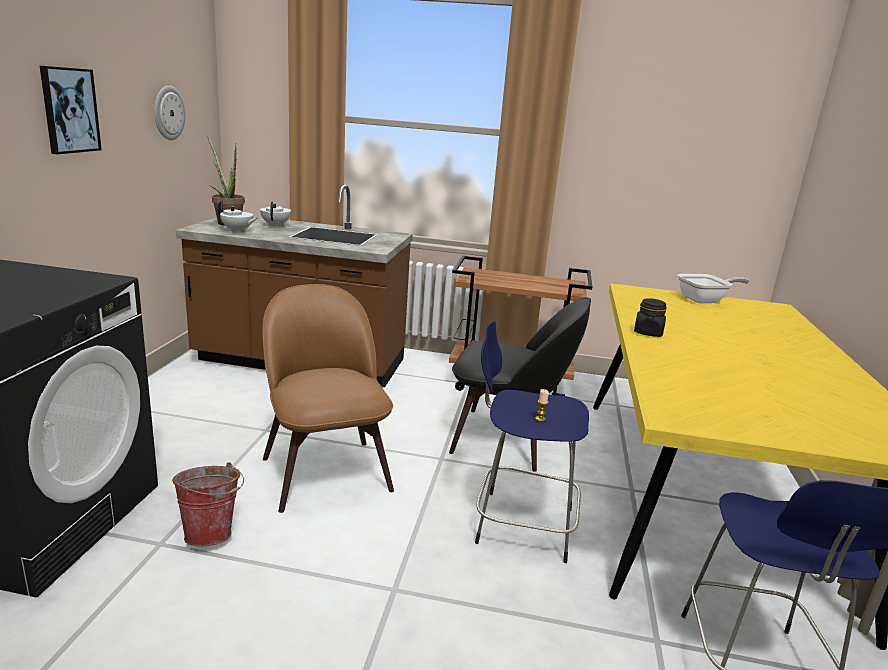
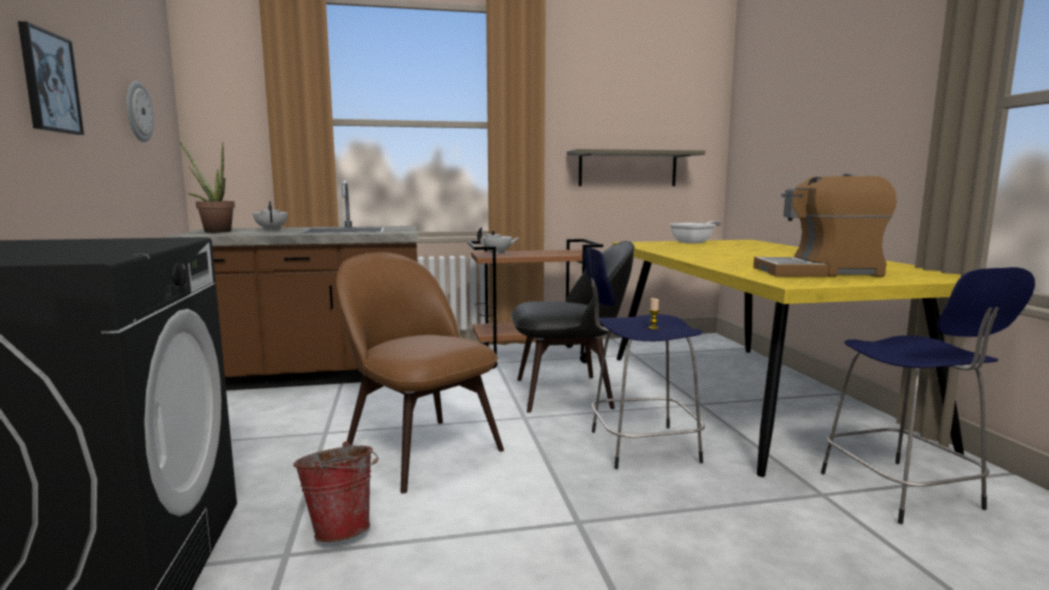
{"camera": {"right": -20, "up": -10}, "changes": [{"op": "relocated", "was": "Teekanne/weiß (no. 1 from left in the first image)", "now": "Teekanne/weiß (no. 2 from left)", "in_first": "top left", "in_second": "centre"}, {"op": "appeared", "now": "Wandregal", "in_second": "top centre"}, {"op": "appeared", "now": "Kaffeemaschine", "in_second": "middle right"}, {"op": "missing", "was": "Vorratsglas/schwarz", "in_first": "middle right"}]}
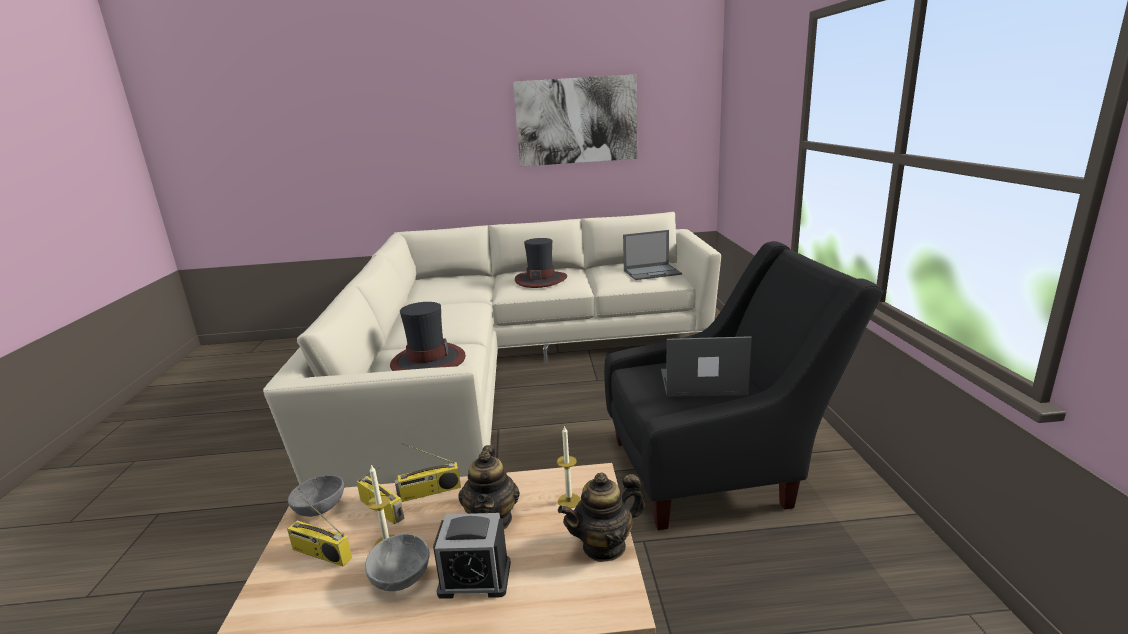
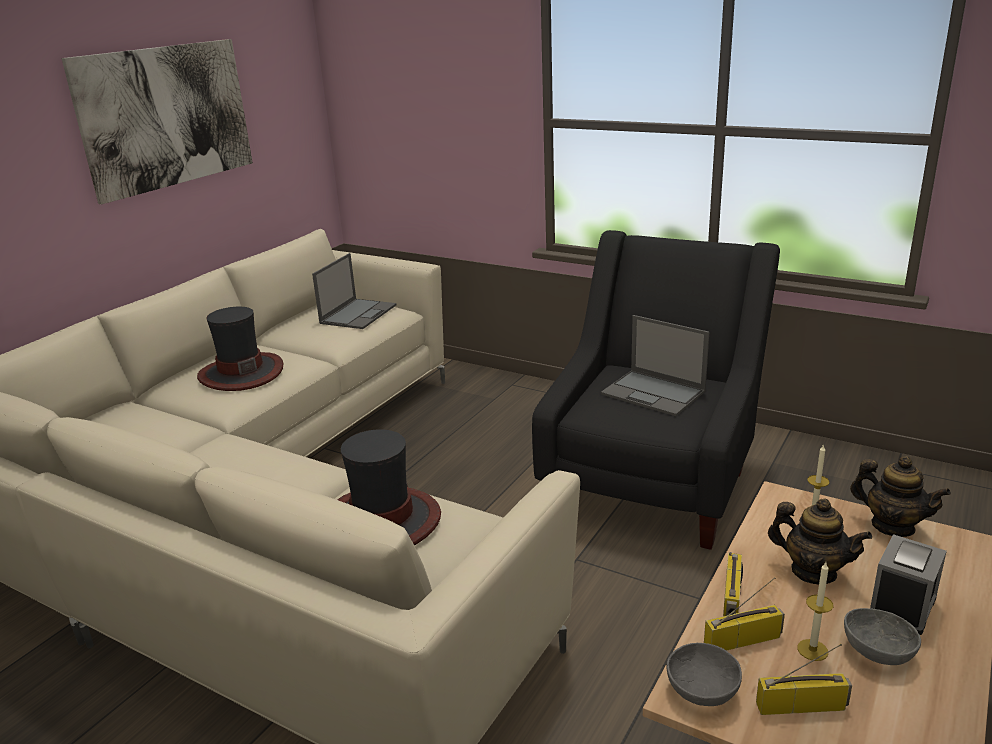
{"camera": {"right": -55, "up": 5}, "changes": [{"op": "spun", "was": "Laptop (no. 2 from left)", "in_first": "centre", "in_second": "centre", "clockwise": -90}, {"op": "spun", "was": "Radio (no. 1 from left in the first image)", "in_first": "bottom left", "in_second": "bottom right", "clockwise": -150}, {"op": "spun", "was": "Teekanne (no. 2 from left)", "in_first": "bottom centre", "in_second": "bottom right", "clockwise": -60}]}
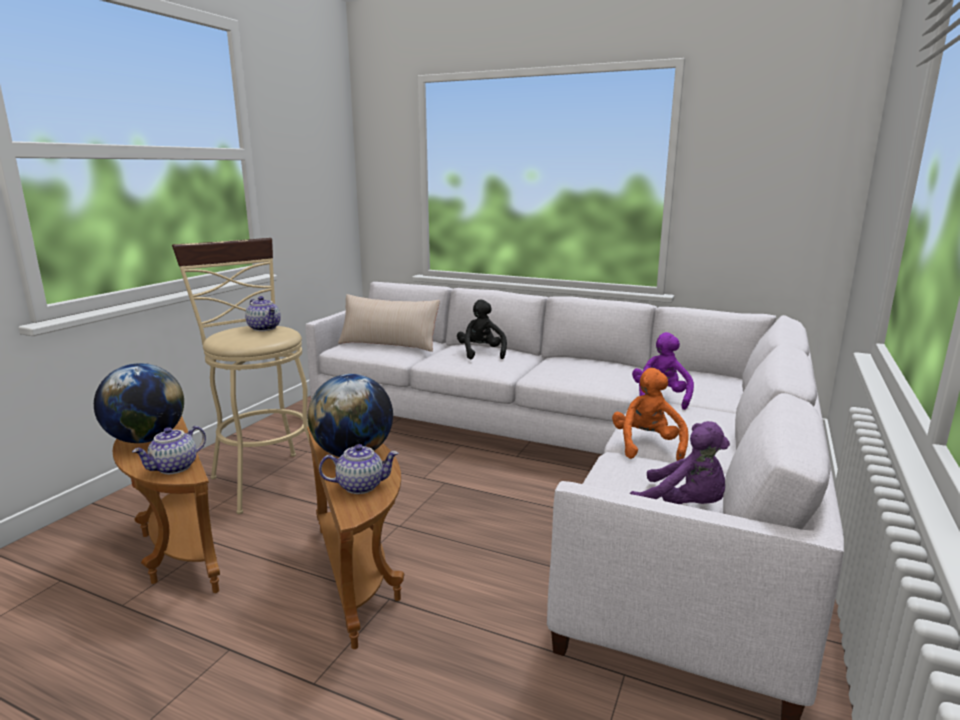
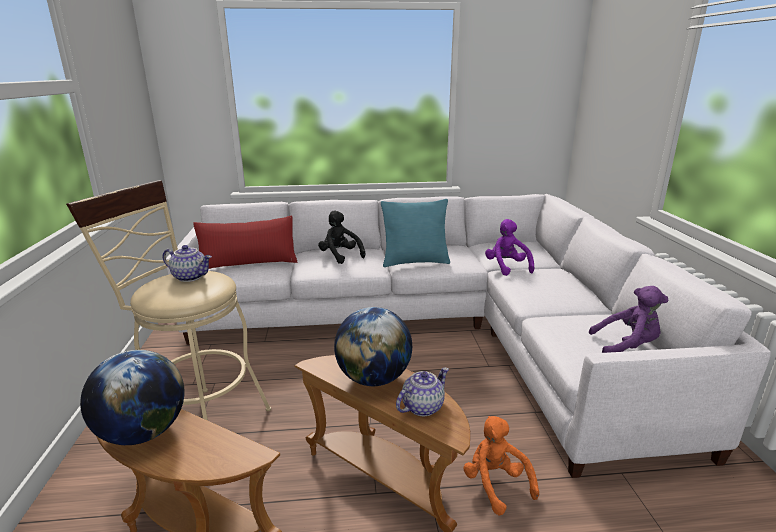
{"camera": {"right": -30, "up": 5}, "changes": [{"op": "colour", "was": "Kissen/beige", "now": "Kissen/rot", "in_first": "centre", "in_second": "middle left"}, {"op": "appeared", "now": "Kissen/türkis", "in_second": "centre"}, {"op": "relocated", "was": "Plüschtier/orange", "in_first": "middle right", "in_second": "bottom centre"}, {"op": "missing", "was": "Teekanne (no. 1 from left)", "in_first": "middle left"}]}
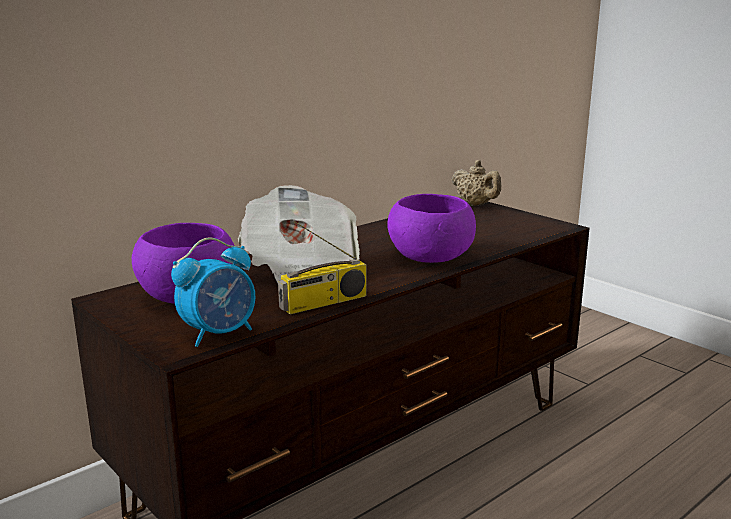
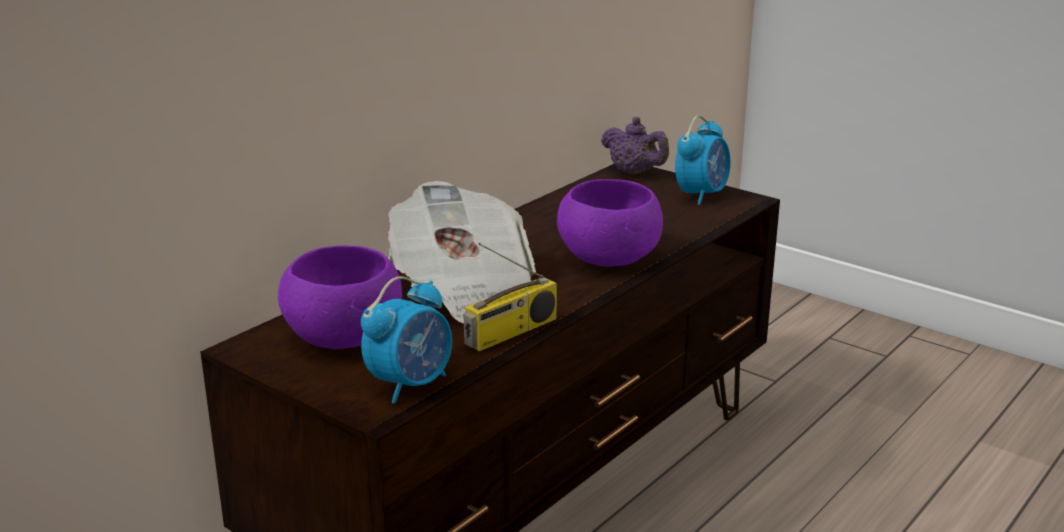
{"camera": {"right": -10, "up": 5}, "changes": [{"op": "colour", "was": "Teekanne/beige", "now": "Teekanne/lila", "in_first": "centre", "in_second": "top centre"}, {"op": "appeared", "now": "Wecker (no. 2 from left)", "in_second": "top centre"}]}
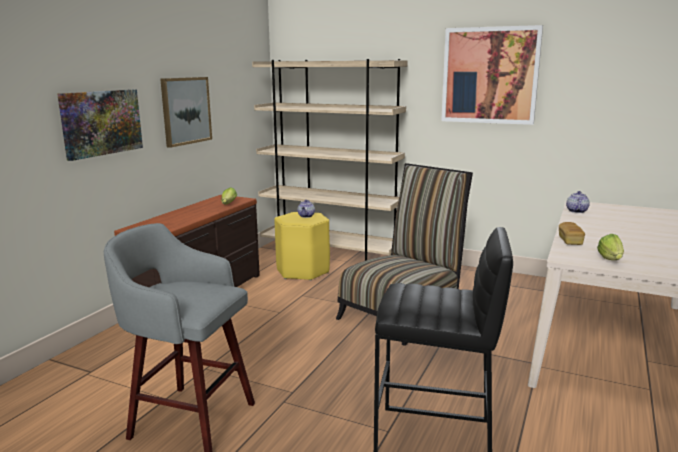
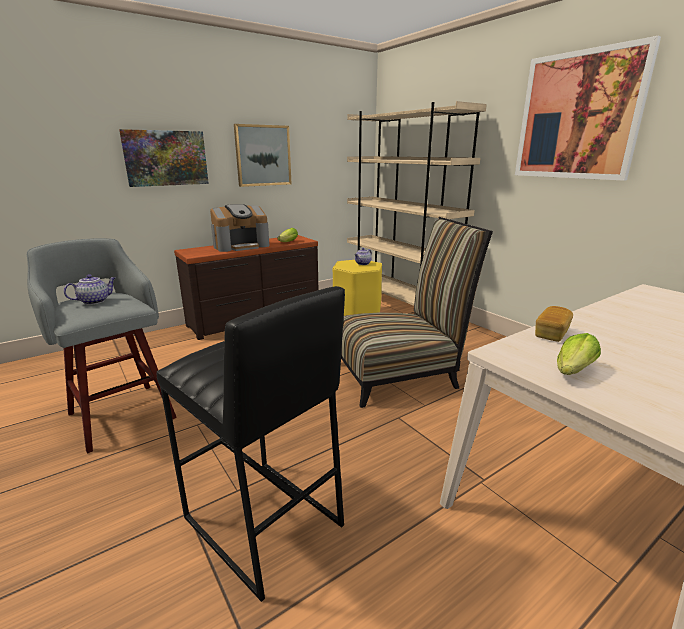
{"camera": {"right": 30, "up": 5}, "changes": [{"op": "relocated", "was": "Teekanne (no. 2 from left in the first image)", "now": "Teekanne (no. 1 from left)", "in_first": "middle right", "in_second": "middle left"}, {"op": "appeared", "now": "Kaffeemaschine", "in_second": "centre"}]}
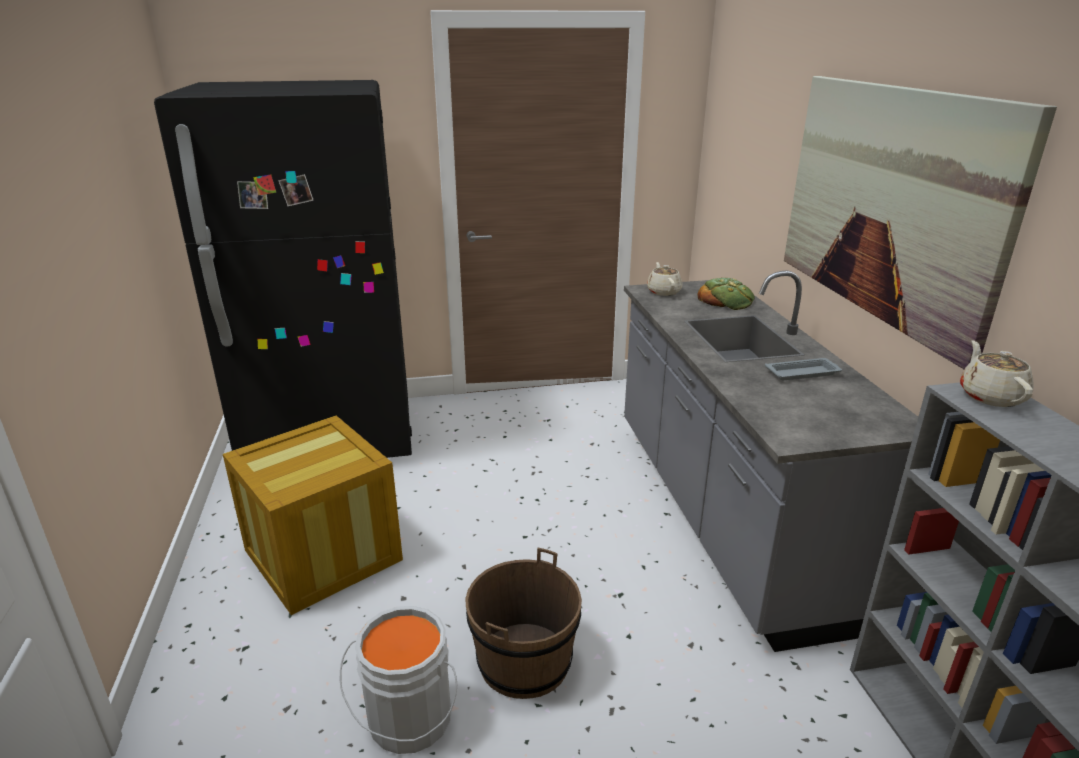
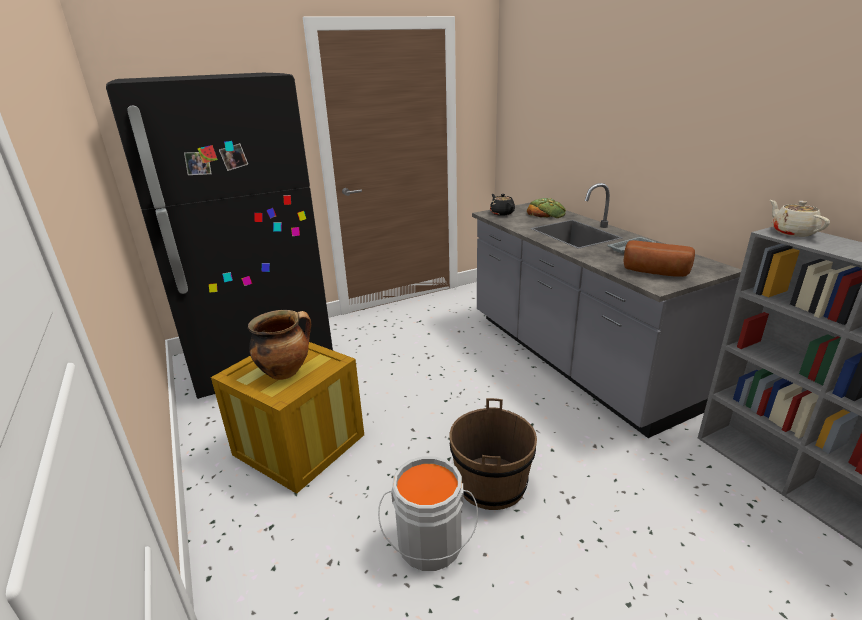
{"camera": {"right": -15, "up": 0}, "changes": [{"op": "appeared", "now": "Kochtopf", "in_second": "middle left"}, {"op": "colour", "was": "Teekanne/beige (no. 1 from left)", "now": "Teekanne/schwarz", "in_first": "centre", "in_second": "top centre"}, {"op": "appeared", "now": "Brot (no. 2 from left)", "in_second": "middle right"}, {"op": "missing", "was": "Bild", "in_first": "top right"}]}
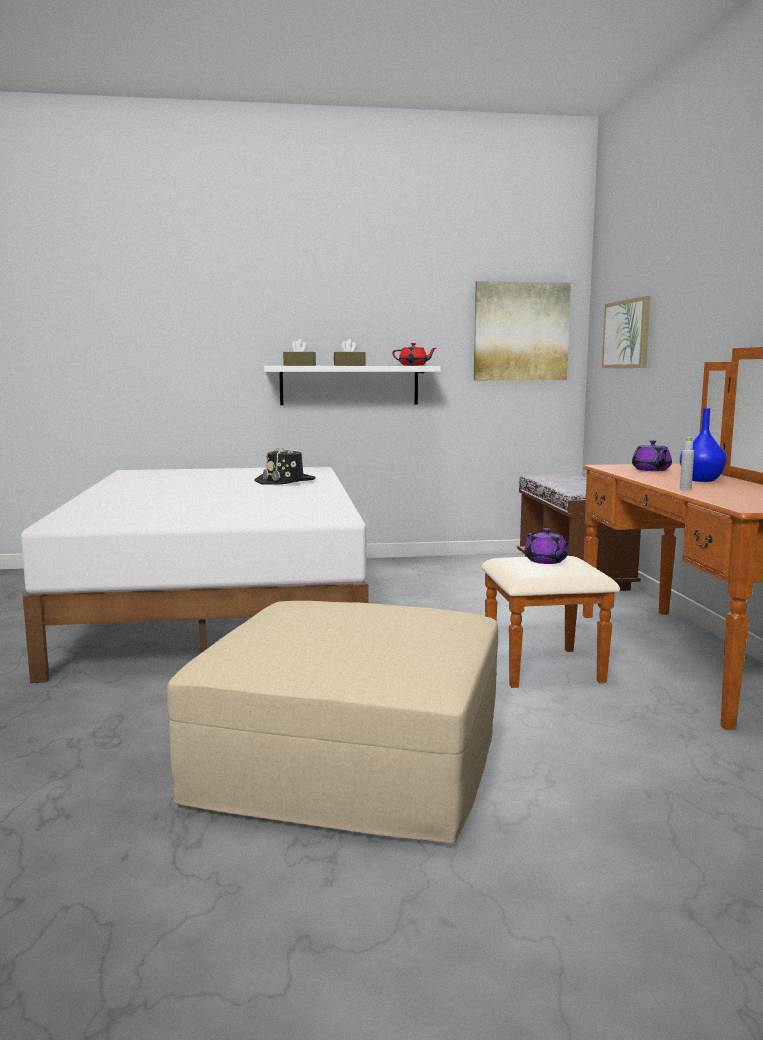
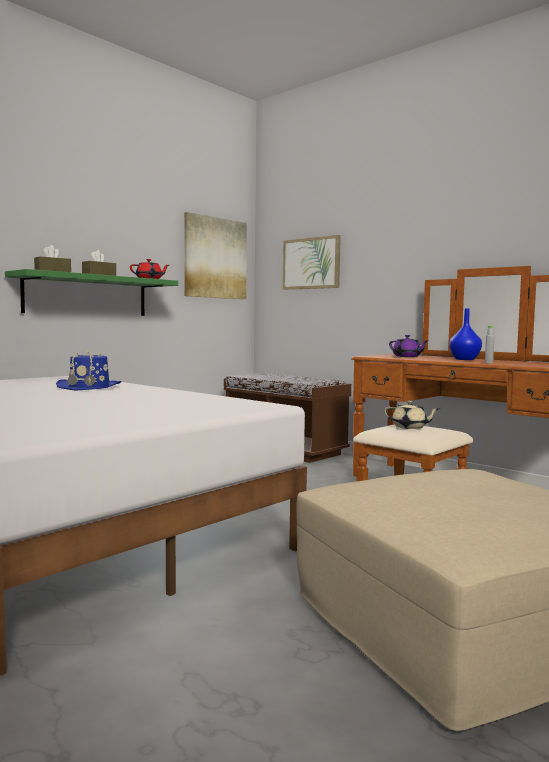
{"camera": {"right": -40, "up": -5}, "changes": [{"op": "colour", "was": "Wandregal/weiß", "now": "Wandregal/grün", "in_first": "centre", "in_second": "middle left"}, {"op": "colour", "was": "Hut/schwarz", "now": "Hut/blau", "in_first": "centre", "in_second": "middle left"}, {"op": "colour", "was": "Teekanne/lila (no. 1 from left)", "now": "Teekanne/beige", "in_first": "middle right", "in_second": "middle right"}]}
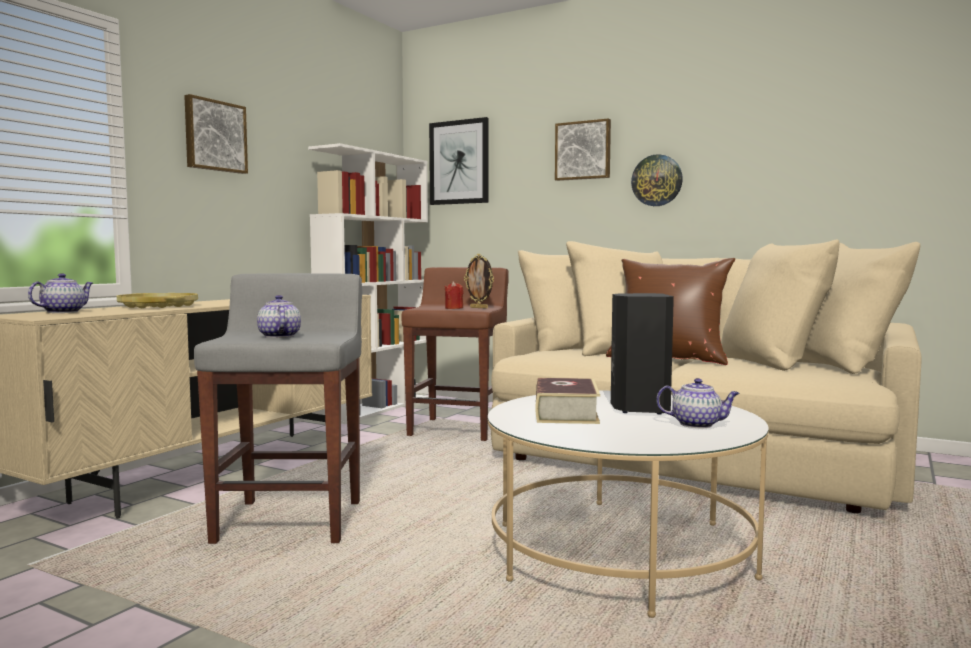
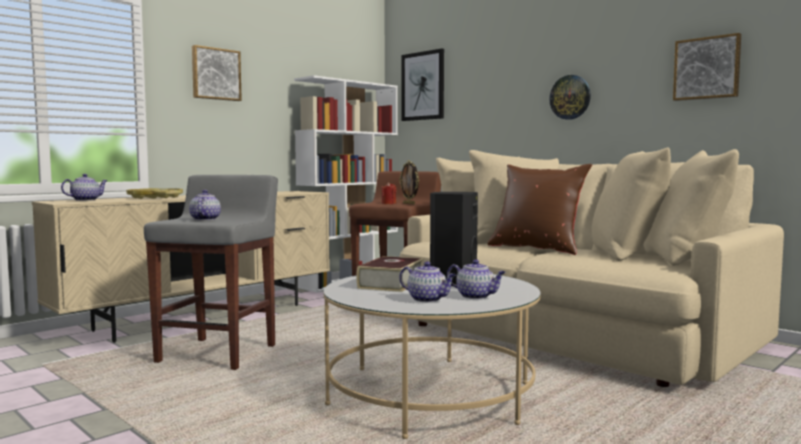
{"camera": {"right": 15, "up": 0}, "changes": [{"op": "appeared", "now": "Teekanne (no. 3 from left)", "in_second": "centre"}, {"op": "relocated", "was": "Bild (no. 3 from left)", "in_first": "top centre", "in_second": "top right"}]}
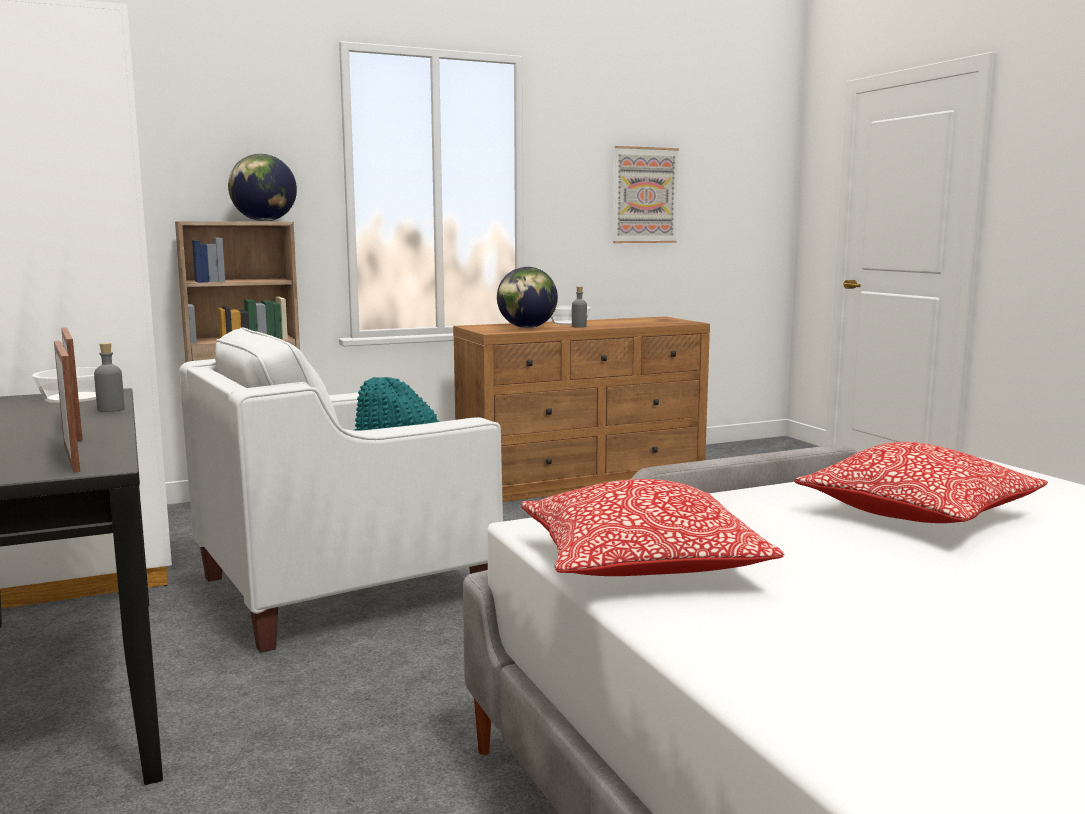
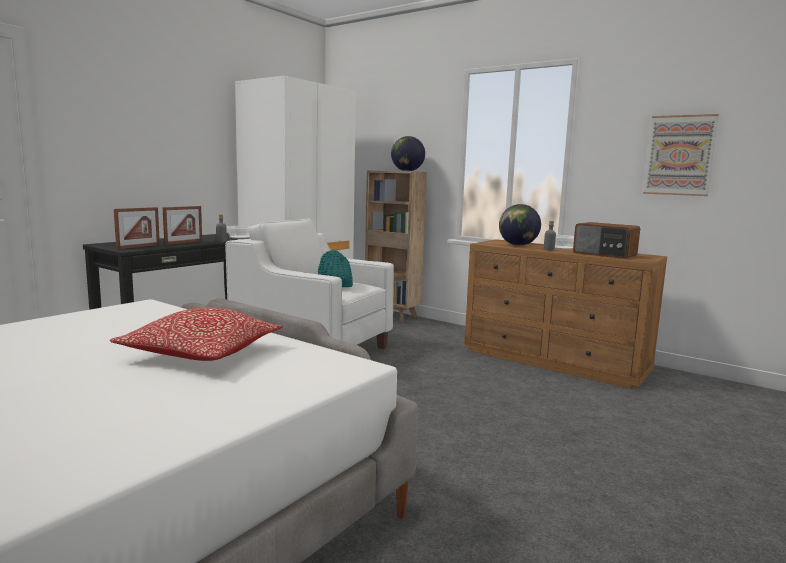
{"camera": {"right": 60, "up": 0}, "changes": [{"op": "appeared", "now": "Radio", "in_second": "middle right"}, {"op": "missing", "was": "Kissen (no. 1 from left)", "in_first": "centre"}]}
